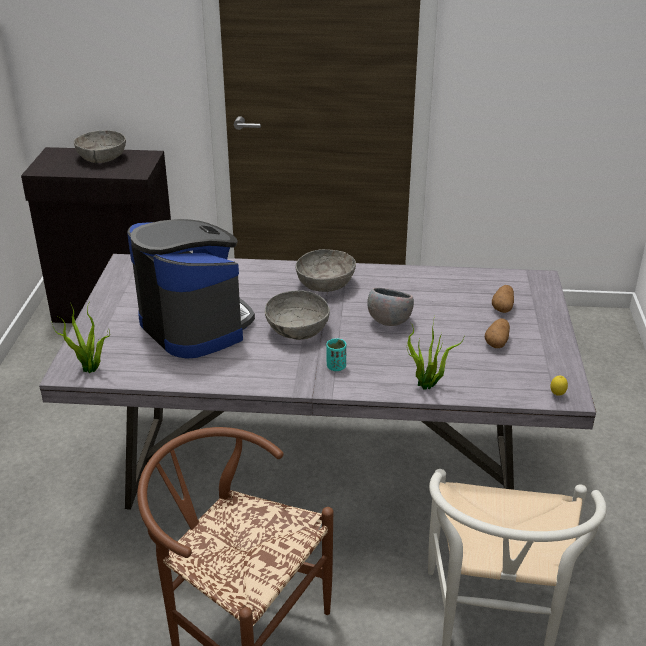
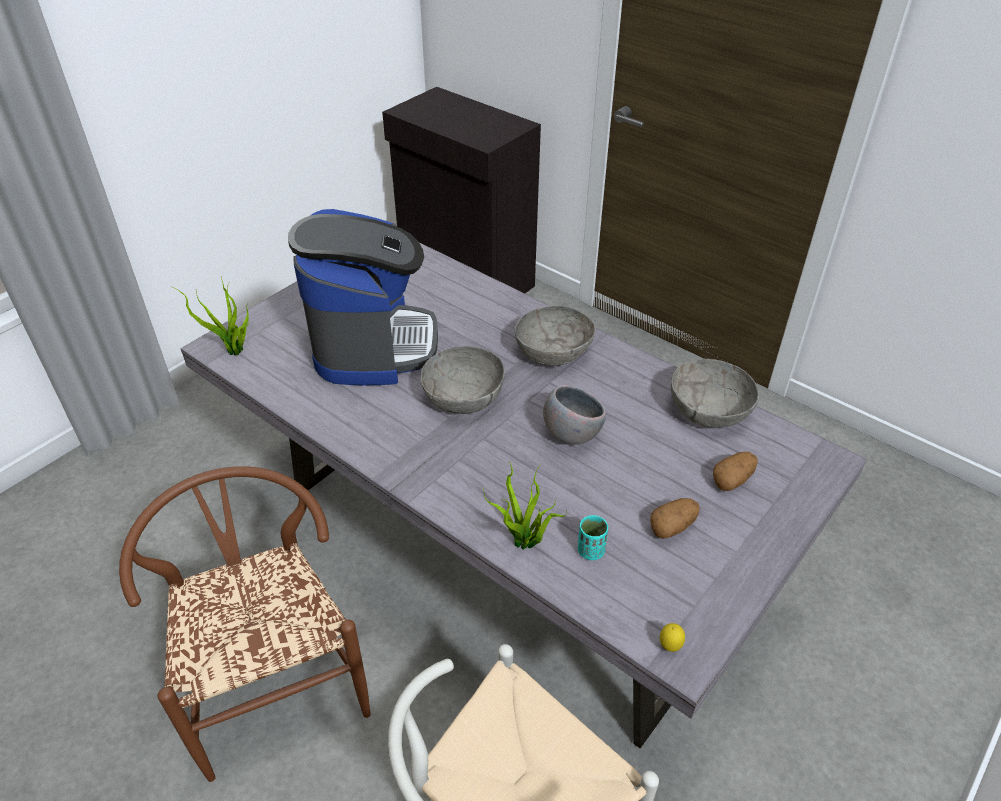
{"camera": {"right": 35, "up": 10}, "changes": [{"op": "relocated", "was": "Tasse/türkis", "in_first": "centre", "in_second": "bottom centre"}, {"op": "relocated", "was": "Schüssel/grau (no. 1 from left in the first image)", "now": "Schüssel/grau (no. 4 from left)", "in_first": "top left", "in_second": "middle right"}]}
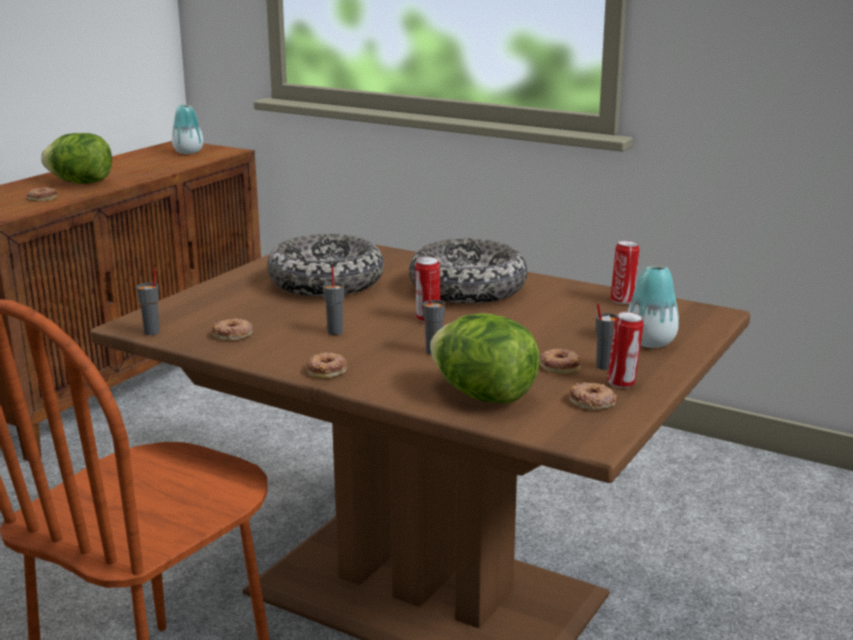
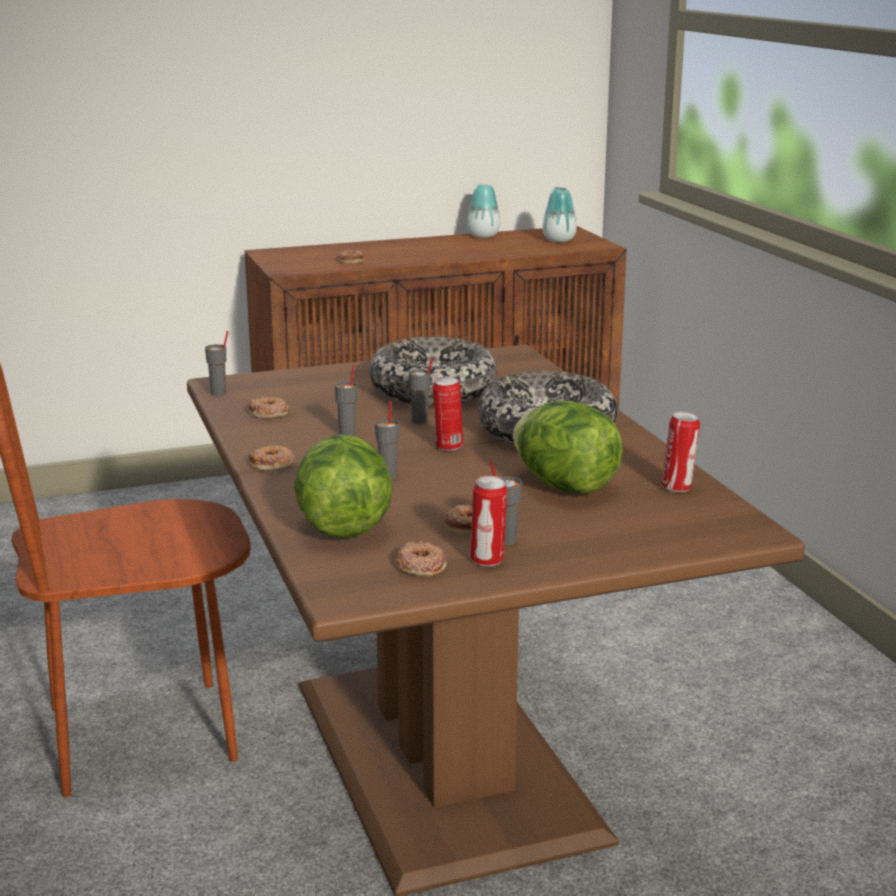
{"camera": {"right": 40, "up": 0}, "changes": [{"op": "appeared", "now": "Tasse/grau (no. 4 from left)", "in_second": "centre"}, {"op": "relocated", "was": "Vase (no. 2 from left in the first image)", "now": "Vase (no. 1 from left)", "in_first": "middle right", "in_second": "top centre"}, {"op": "relocated", "was": "Salatkopf (no. 1 from left in the first image)", "now": "Salatkopf (no. 2 from left)", "in_first": "top left", "in_second": "centre"}]}
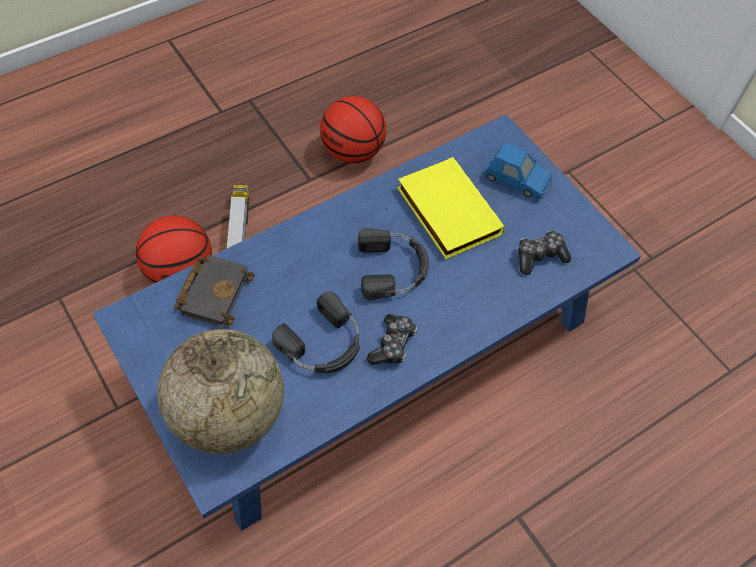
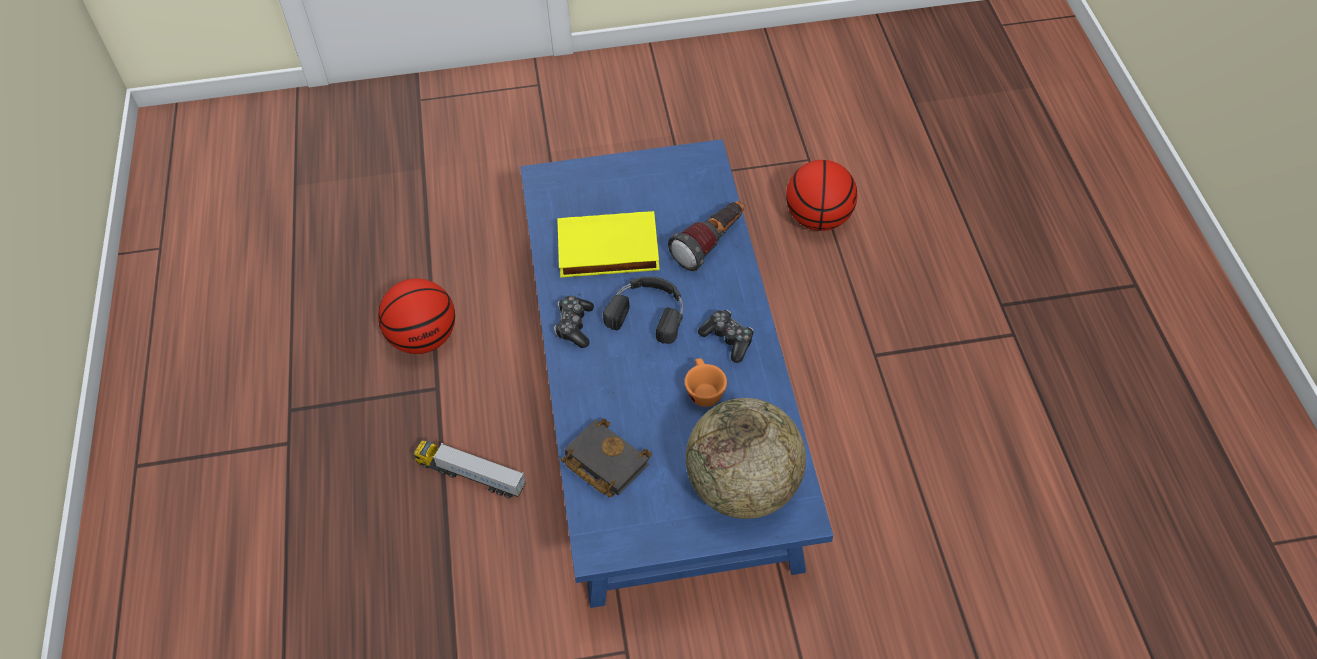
{"camera": {"right": -60, "up": -5}, "changes": [{"op": "relocated", "was": "Gamepad (no. 2 from left in the first image)", "now": "Gamepad (no. 1 from left)", "in_first": "middle right", "in_second": "centre"}, {"op": "appeared", "now": "Taschenlampe", "in_second": "centre"}, {"op": "exchanged", "was": "Kopfhörer/schwarz (no. 1 from left)", "now": "Tasse/orange", "in_first": "centre", "in_second": "centre"}, {"op": "relocated", "was": "Basketball (no. 1 from left in the first image)", "now": "Basketball (no. 2 from left)", "in_first": "middle left", "in_second": "top centre"}, {"op": "missing", "was": "Spielzeugauto/blau", "in_first": "top right"}]}
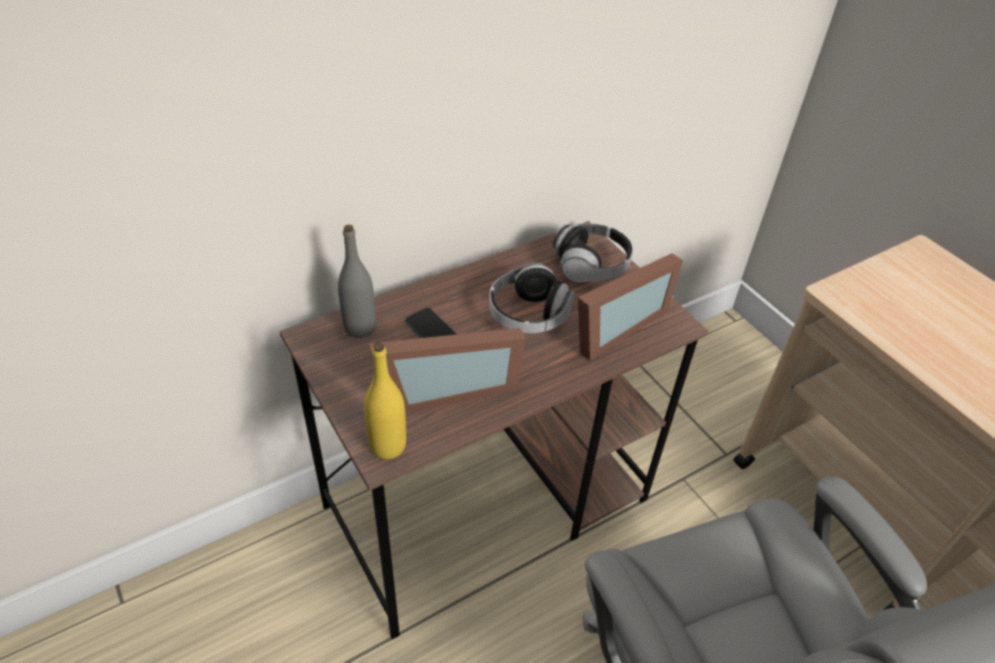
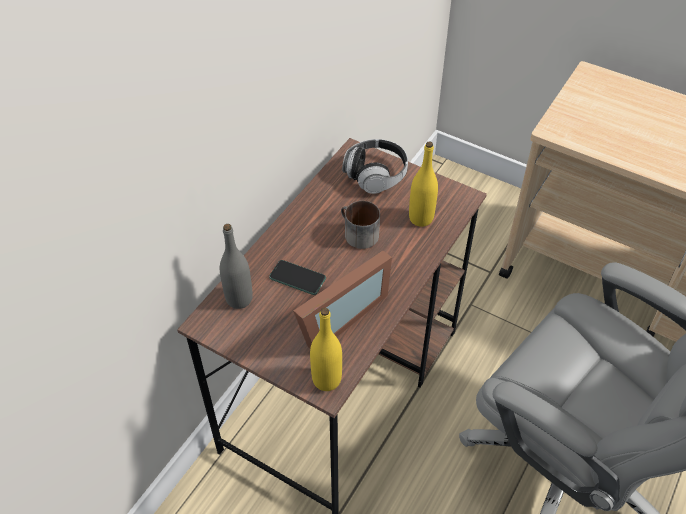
{"camera": {"right": -25, "up": 5}, "changes": [{"op": "exchanged", "was": "Kopfhörer (no. 1 from left)", "now": "Henkelbecher", "in_first": "centre", "in_second": "centre"}, {"op": "exchanged", "was": "Bilderrahmen (no. 2 from left)", "now": "Flasche/gelb (no. 2 from left)", "in_first": "centre", "in_second": "centre"}]}
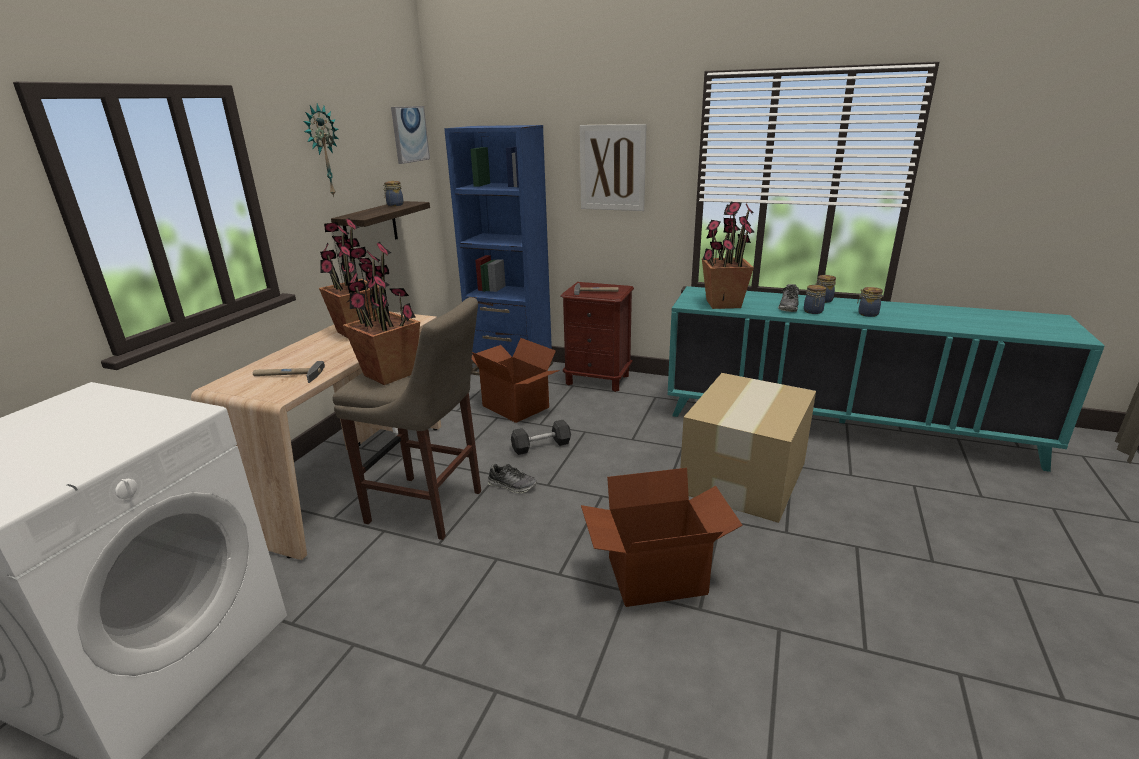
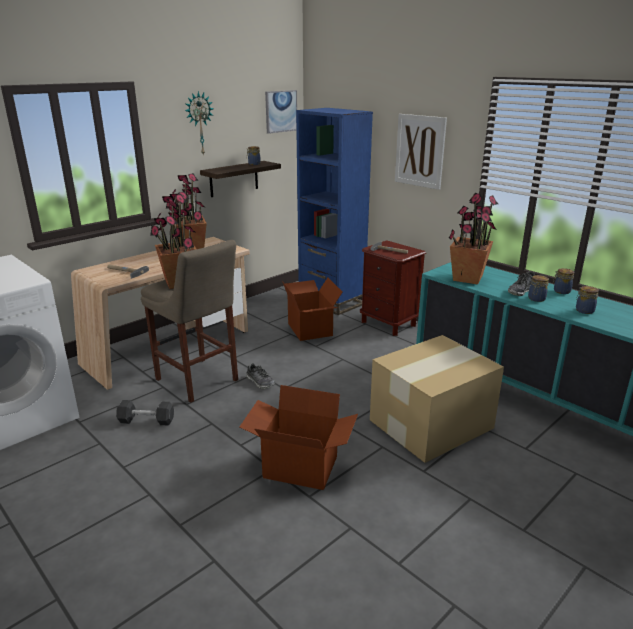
{"camera": {"right": 25, "up": 0}, "changes": [{"op": "relocated", "was": "Hantel/grau", "in_first": "centre", "in_second": "middle left"}]}
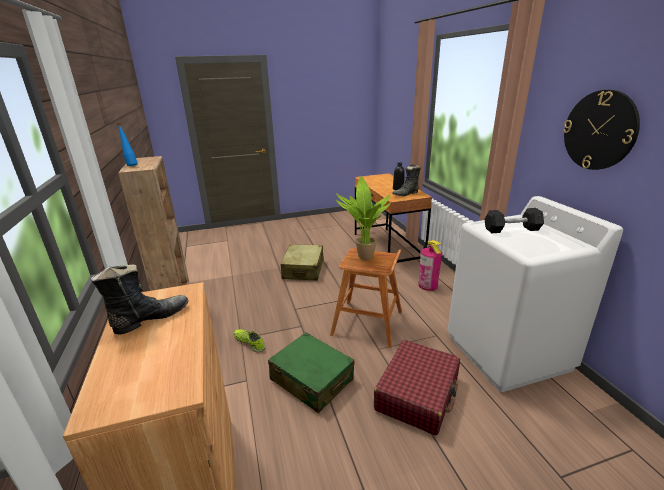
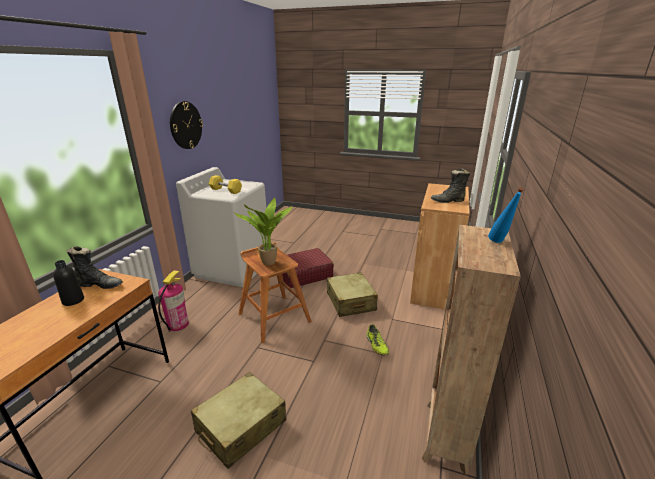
{"camera": {"right": -145, "up": 0}, "changes": [{"op": "colour", "was": "Hantel/schwarz", "now": "Hantel/gelb", "in_first": "middle right", "in_second": "centre"}, {"op": "colour", "was": "Koffer/grün", "now": "Koffer/beige (no. 2 from left)", "in_first": "bottom centre", "in_second": "centre"}]}
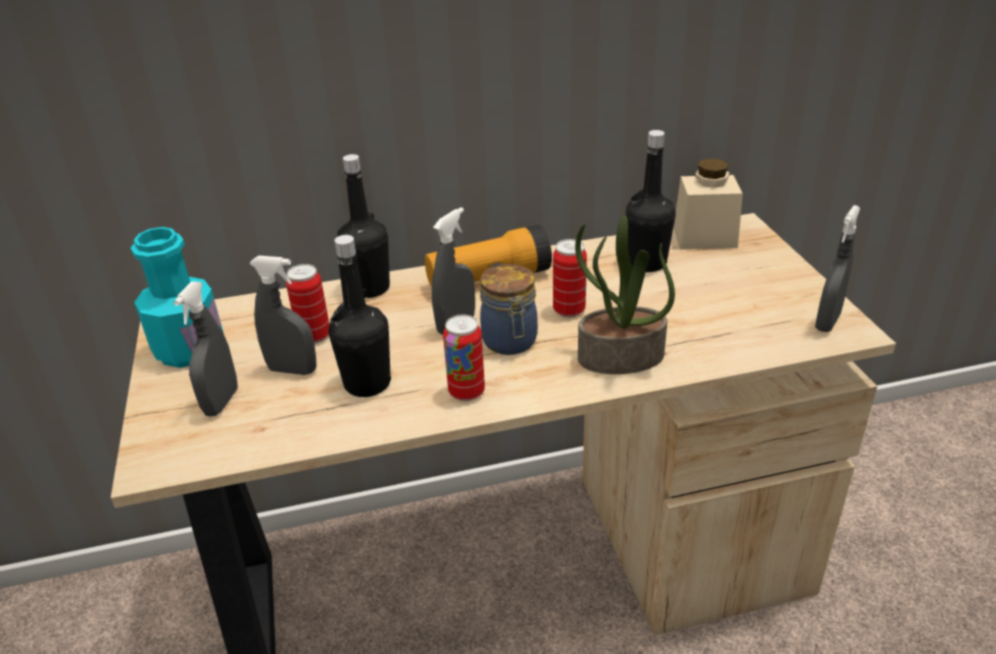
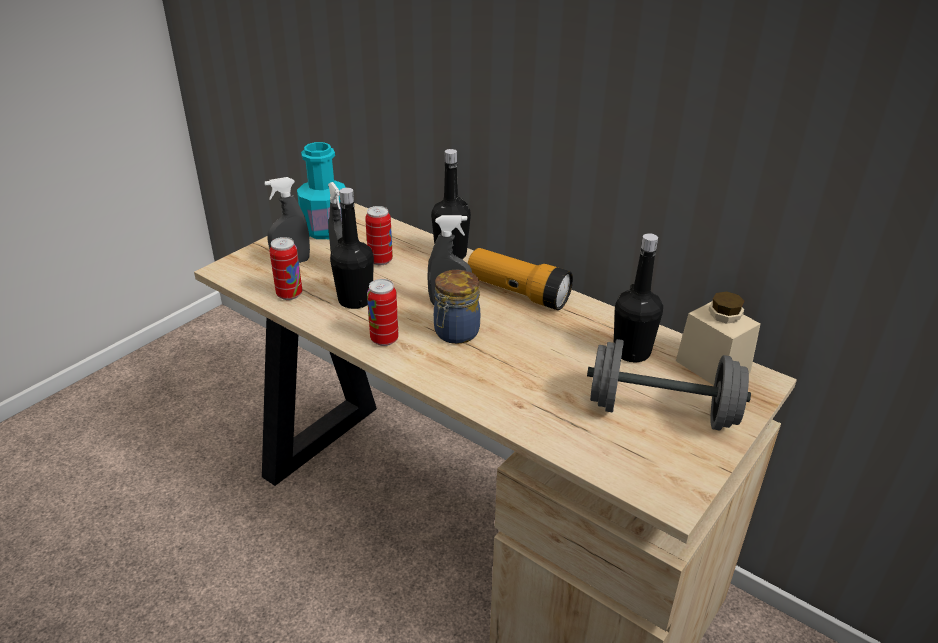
{"camera": {"right": 50, "up": 0}, "changes": [{"op": "relocated", "was": "Dose (no. 3 from left in the first image)", "now": "Dose (no. 1 from left)", "in_first": "centre", "in_second": "middle left"}, {"op": "appeared", "now": "Hantel/grau", "in_second": "middle right"}, {"op": "missing", "was": "Topfpflanze", "in_first": "centre"}, {"op": "missing", "was": "Sprühflasche/grau (no. 4 from left)", "in_first": "middle right"}]}
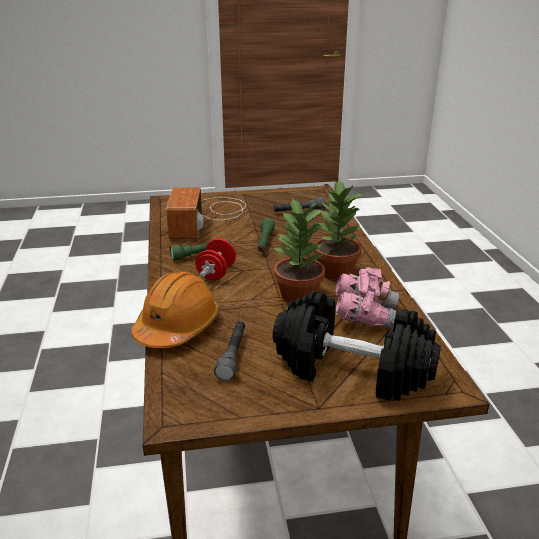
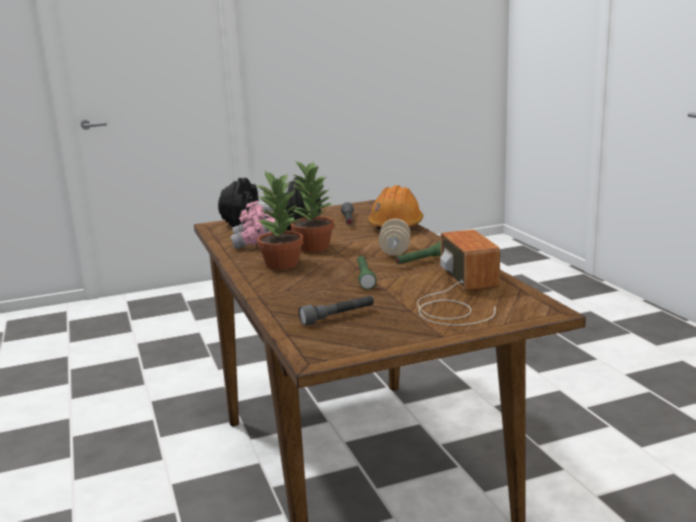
{"camera": {"right": 170, "up": -10}, "changes": [{"op": "colour", "was": "Hantel/rot", "now": "Hantel/beige", "in_first": "centre", "in_second": "centre"}]}
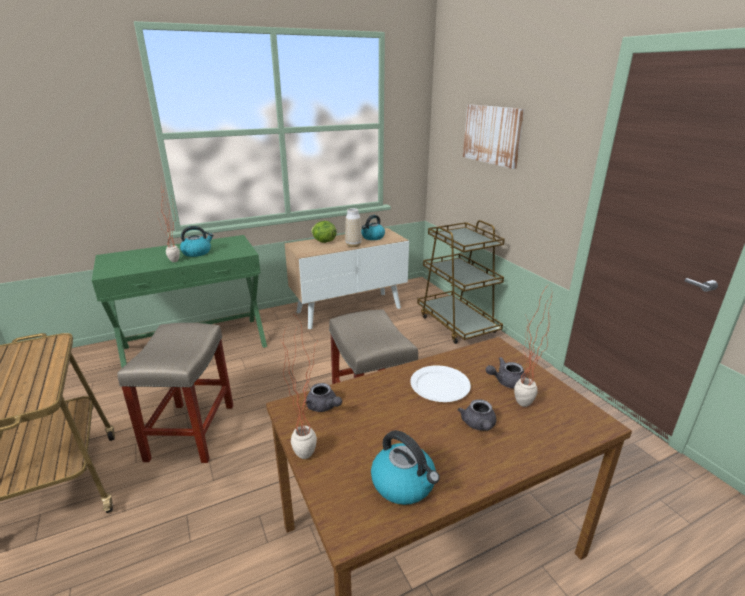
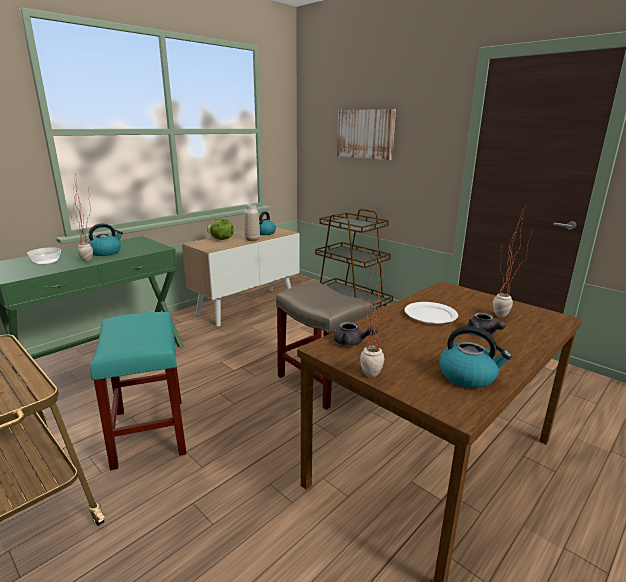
{"camera": {"right": -20, "up": -5}, "changes": [{"op": "appeared", "now": "Schüssel", "in_second": "middle left"}, {"op": "colour", "was": "Hocker/beige (no. 1 from left)", "now": "Hocker/türkis", "in_first": "middle left", "in_second": "bottom left"}, {"op": "missing", "was": "Teekanne/grau (no. 3 from left)", "in_first": "middle right"}]}
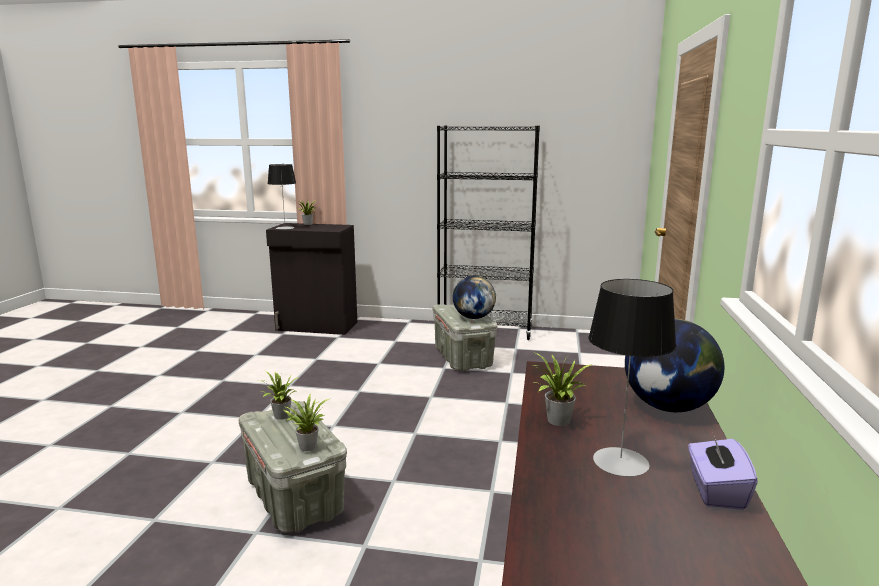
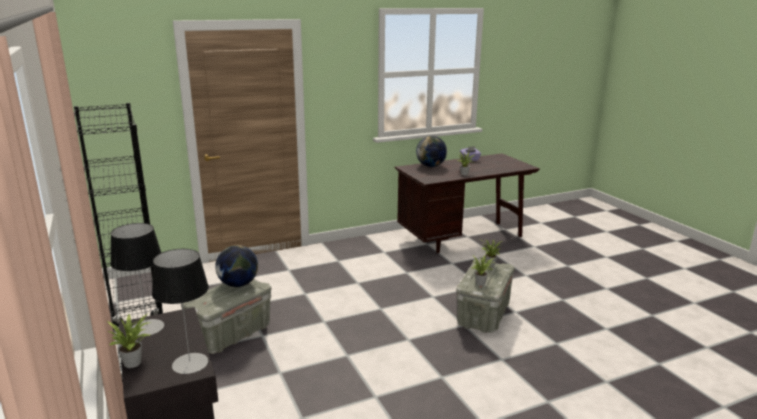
{"camera": {"right": -125, "up": 5}, "changes": [{"op": "relocated", "was": "Tischlampe (no. 2 from left in the first image)", "now": "Tischlampe (no. 1 from left)", "in_first": "middle right", "in_second": "middle left"}]}
